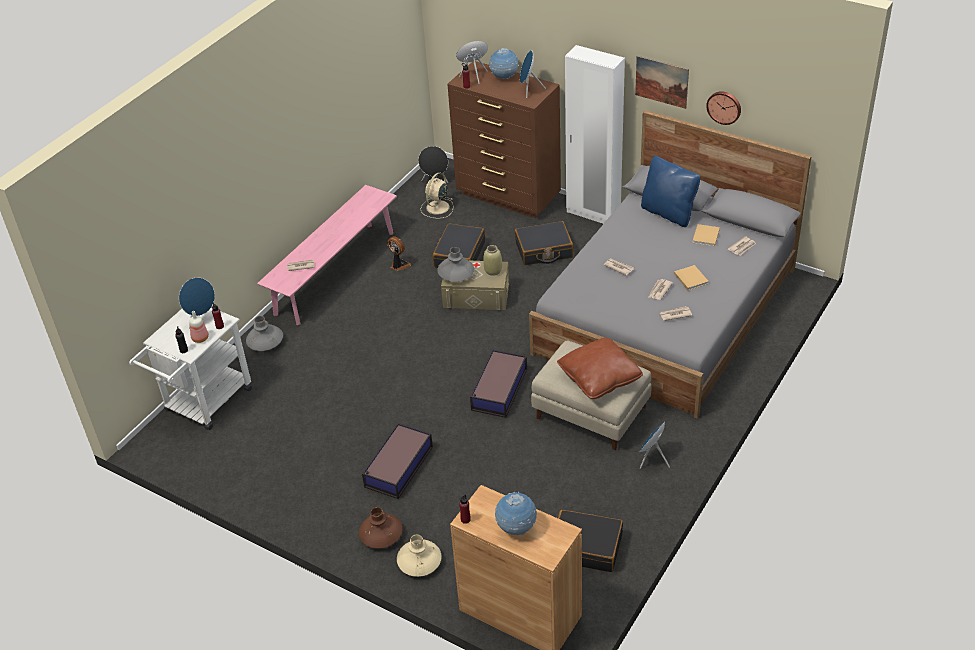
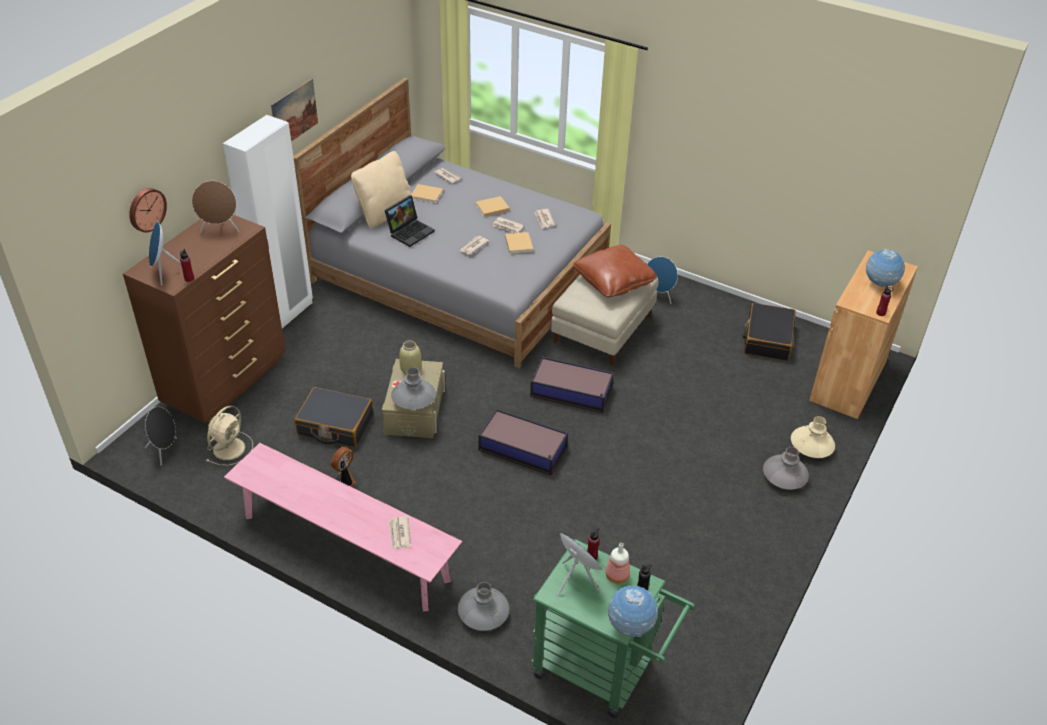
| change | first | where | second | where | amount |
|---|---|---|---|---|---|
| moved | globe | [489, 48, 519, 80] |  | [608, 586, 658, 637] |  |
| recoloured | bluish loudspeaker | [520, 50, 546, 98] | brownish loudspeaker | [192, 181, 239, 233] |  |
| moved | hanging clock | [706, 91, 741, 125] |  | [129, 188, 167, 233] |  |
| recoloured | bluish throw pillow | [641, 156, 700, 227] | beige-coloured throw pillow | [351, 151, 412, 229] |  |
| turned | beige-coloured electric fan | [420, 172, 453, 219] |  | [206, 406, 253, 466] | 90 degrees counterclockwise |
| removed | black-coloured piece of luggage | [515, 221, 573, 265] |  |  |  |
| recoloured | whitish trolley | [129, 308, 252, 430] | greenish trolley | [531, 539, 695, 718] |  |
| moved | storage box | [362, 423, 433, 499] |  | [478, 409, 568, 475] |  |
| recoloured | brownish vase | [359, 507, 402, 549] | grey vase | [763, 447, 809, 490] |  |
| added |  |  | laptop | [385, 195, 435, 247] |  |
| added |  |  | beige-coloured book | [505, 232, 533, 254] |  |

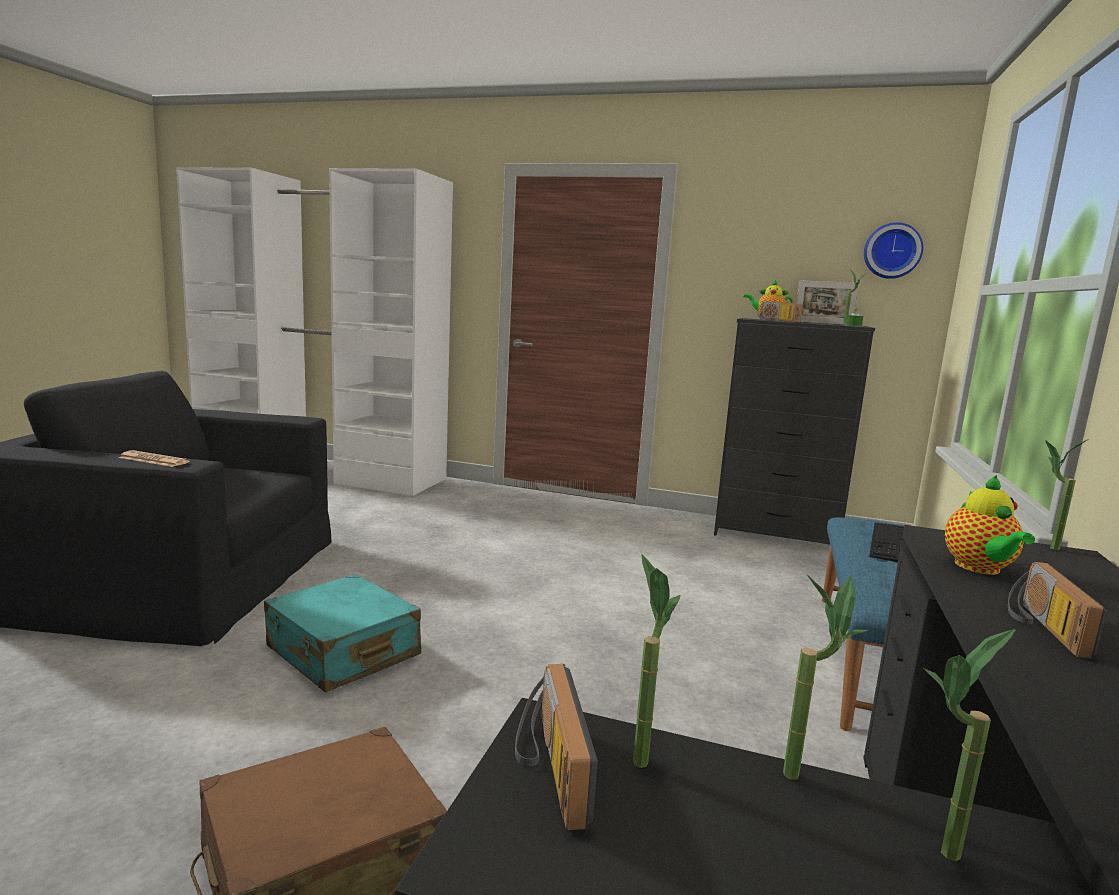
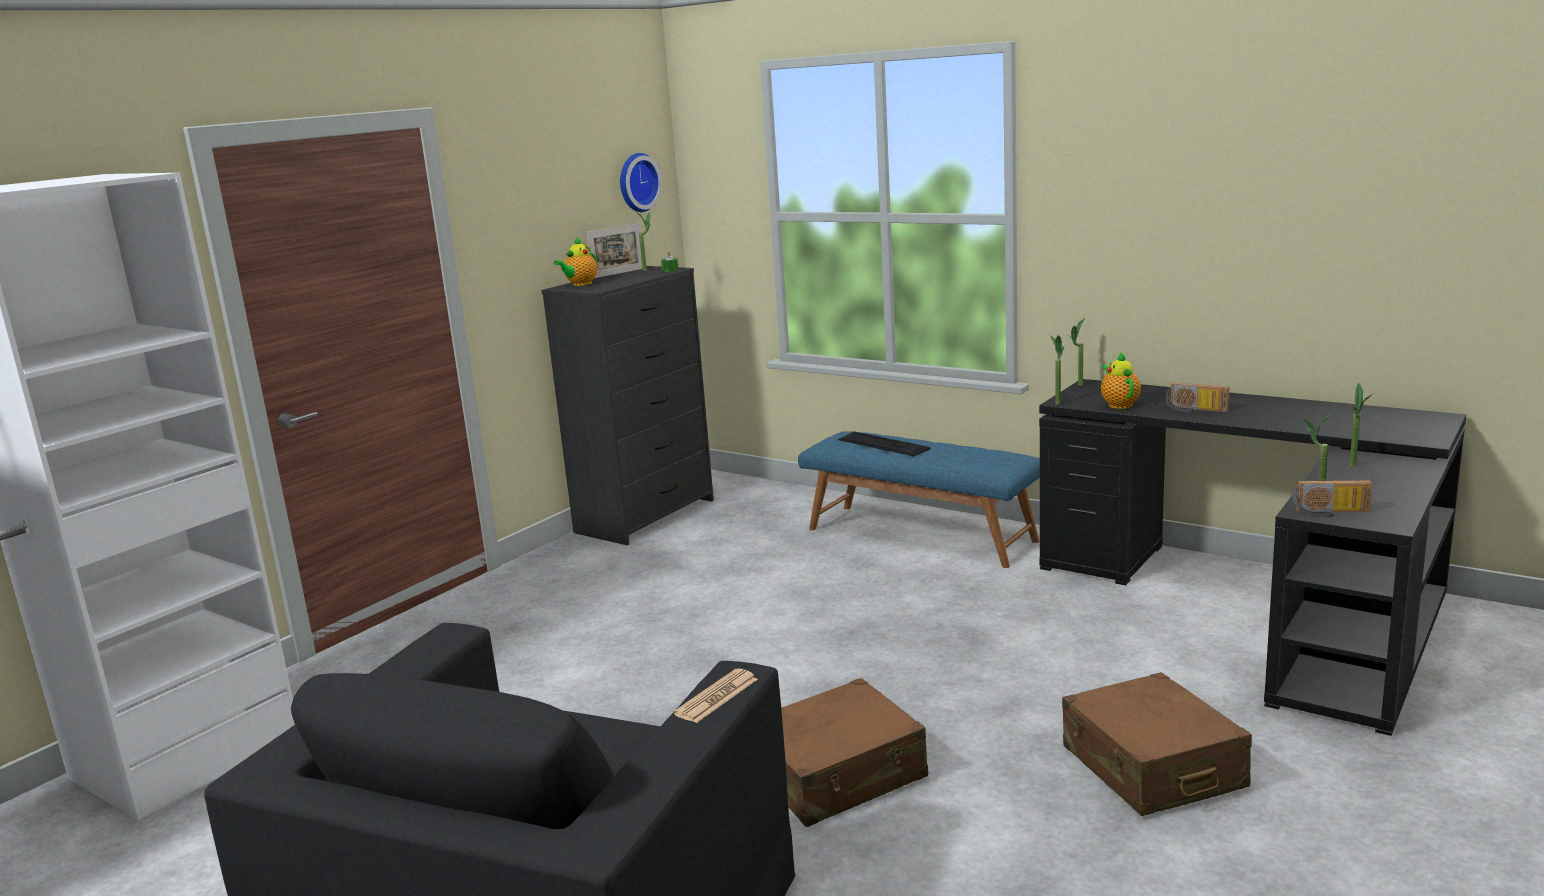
| change | first | where | second | where | amount |
|---|---|---|---|---|---|
| removed | radio receiver | [757, 302, 803, 322] |  |  |  |
| turned | tea pot | [945, 475, 1035, 575] |  | [1101, 352, 1141, 409] | 120 degrees counterclockwise |
| recoloured | turquoise-coloured piece of luggage | [264, 574, 421, 693] | brownish piece of luggage | [781, 678, 928, 827] |  |
| moved | plant in a pot | [783, 575, 868, 780] |  | [1050, 335, 1064, 404] |  |

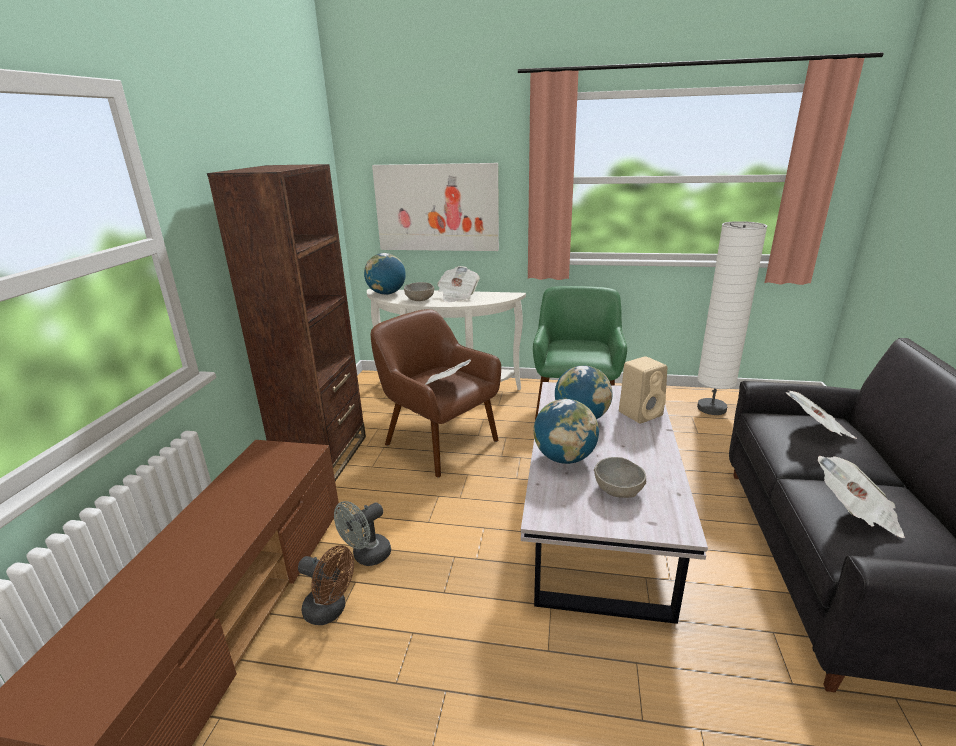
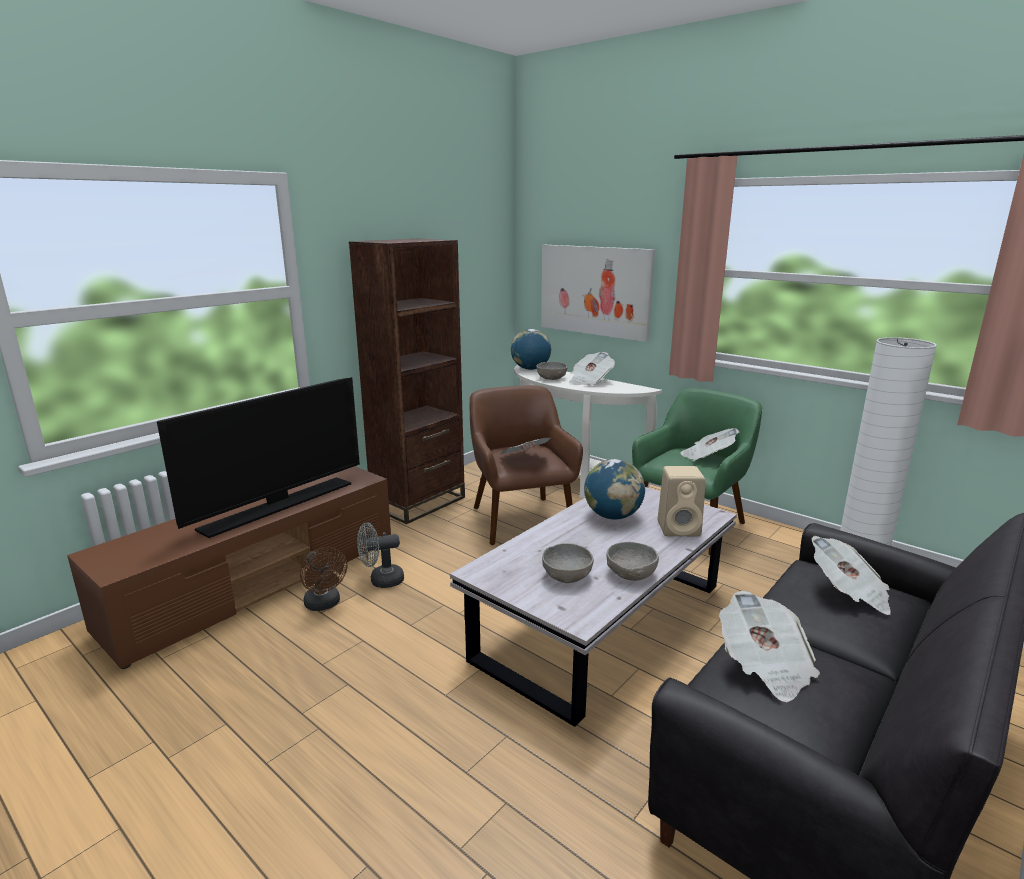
| change | first | where | second | where | amount |
|---|---|---|---|---|---|
| removed | globe | [534, 399, 599, 464] |  |  |  |
| added |  |  | television | [157, 377, 360, 538] |  |
| added |  |  | daily paper | [680, 428, 739, 461] |  |
| added |  |  | grey serving bowl | [607, 542, 659, 581] |  |

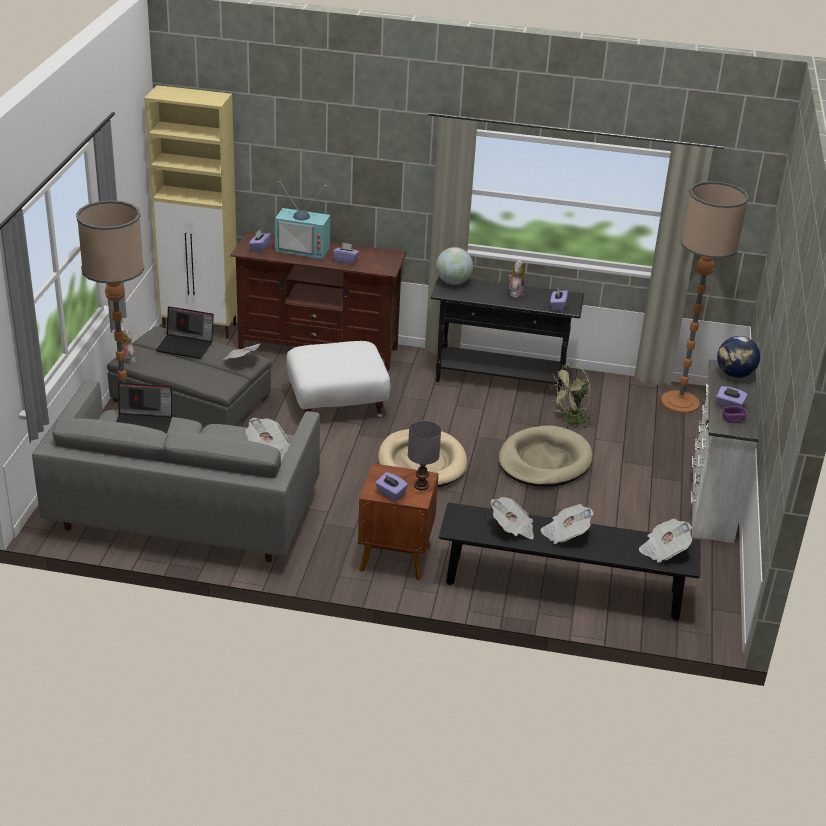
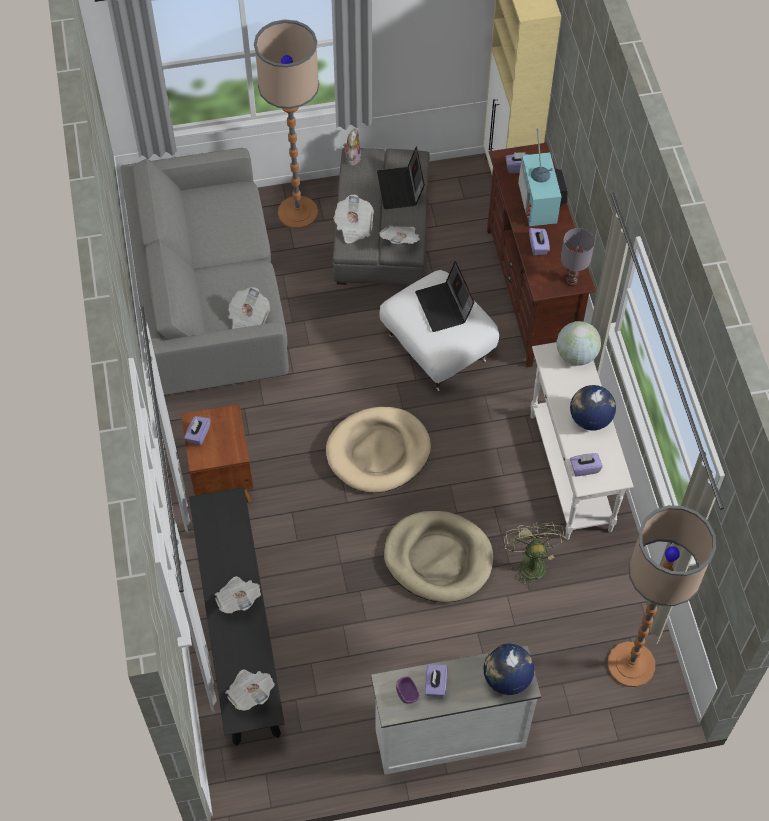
| change | first | where | second | where | amount |
|---|---|---|---|---|---|
| replaced | soft toy | [508, 259, 524, 298] | globe | [570, 385, 616, 431] |  |
| recoloured | black-coloured hall table | [431, 276, 584, 398] | whitish hall table | [530, 342, 634, 540] |  |
| turned | greenish electric fan | [550, 364, 594, 428] |  | [504, 522, 565, 588] | 45 degrees clockwise |
| moved | laptop | [116, 383, 172, 434] |  | [415, 261, 475, 332] |  |
| moved | grey tabletop lamp | [408, 421, 441, 490] |  | [560, 228, 595, 286] |  |
| moved | daily paper | [491, 497, 534, 539] |  | [334, 195, 374, 244] |  |

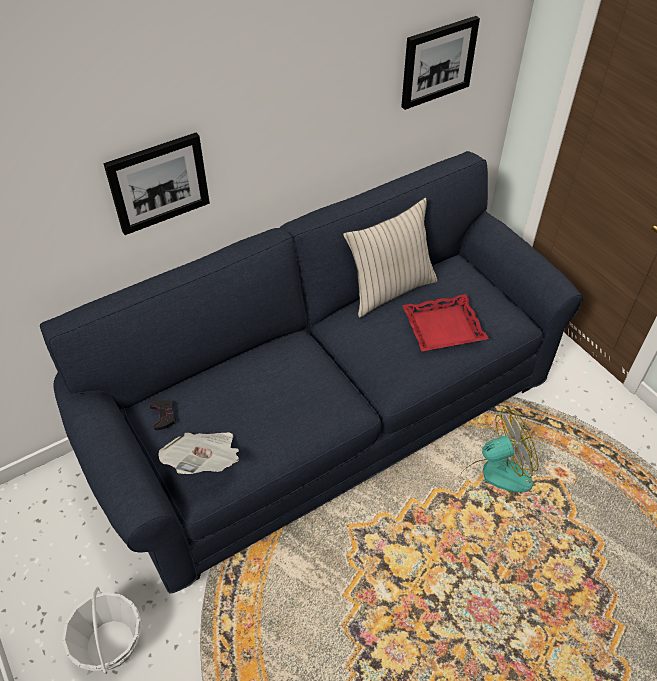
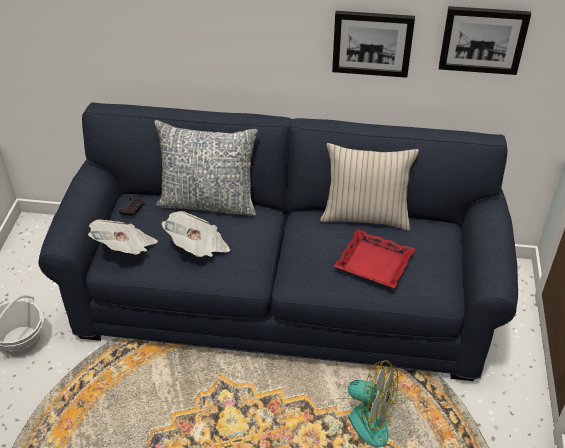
| change | first | where | second | where | amount |
|---|---|---|---|---|---|
| moved | wall picture | [103, 133, 210, 235] |  | [332, 11, 415, 78] |  |
| added |  |  | throw pillow | [155, 120, 258, 216] |  |
| added |  |  | daily paper | [162, 211, 230, 257] |  |

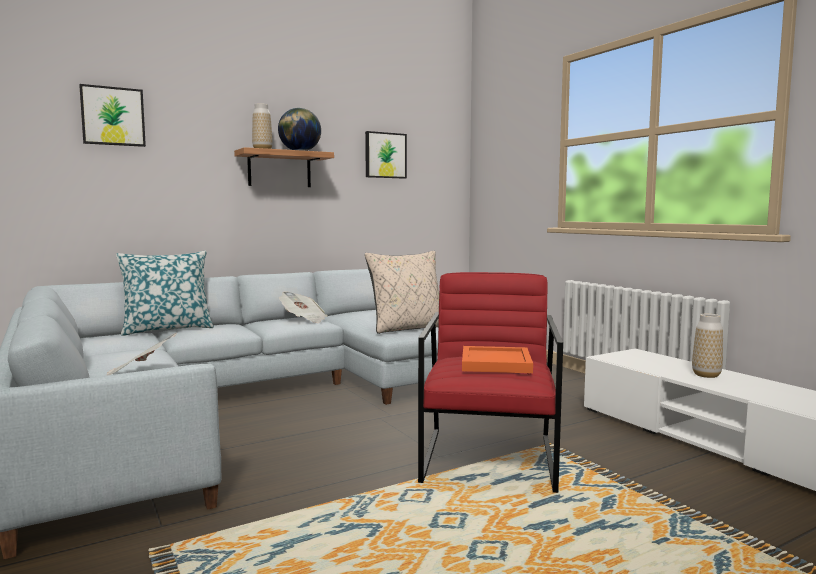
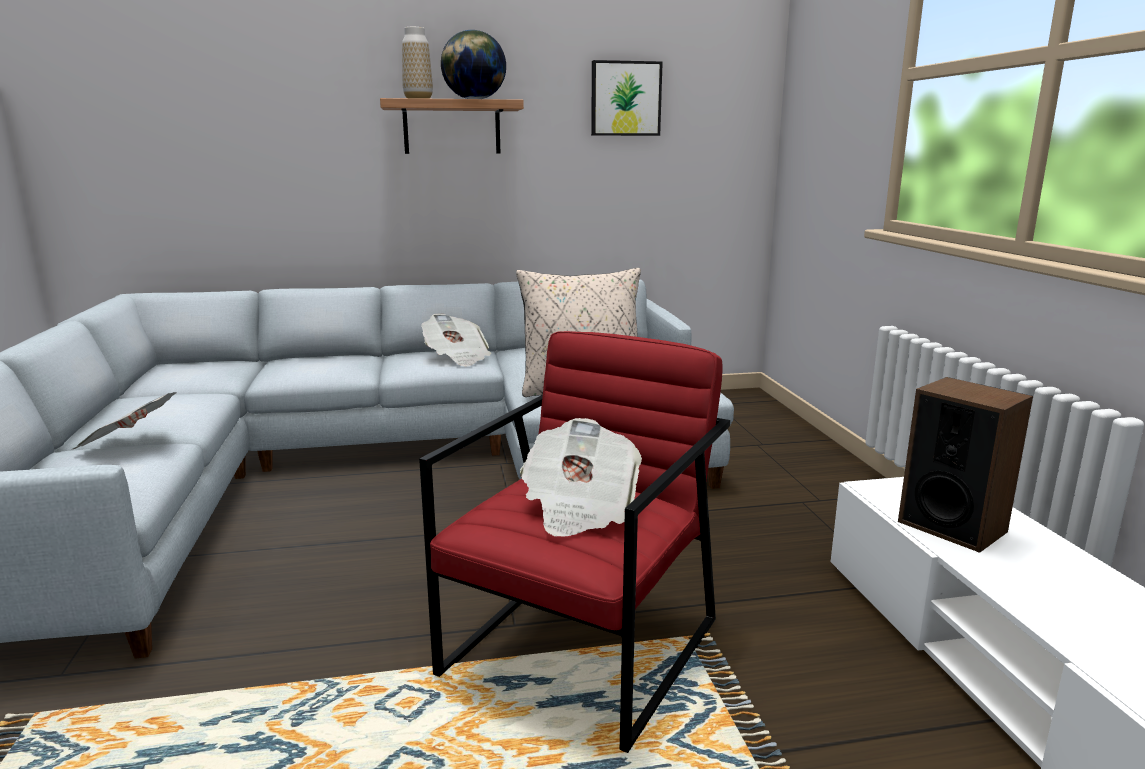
| change | first | where | second | where | amount |
|---|---|---|---|---|---|
| removed | wall picture | [79, 84, 146, 147] |  |  |  |
| removed | throw pillow | [116, 251, 214, 336] |  |  |  |
| removed | vase | [692, 314, 723, 378] |  |  |  |
| replaced | orangey serving tray | [462, 346, 533, 373] | daily paper | [520, 418, 642, 537] |  |
| added |  |  | loudspeaker | [898, 377, 1033, 553] |  |

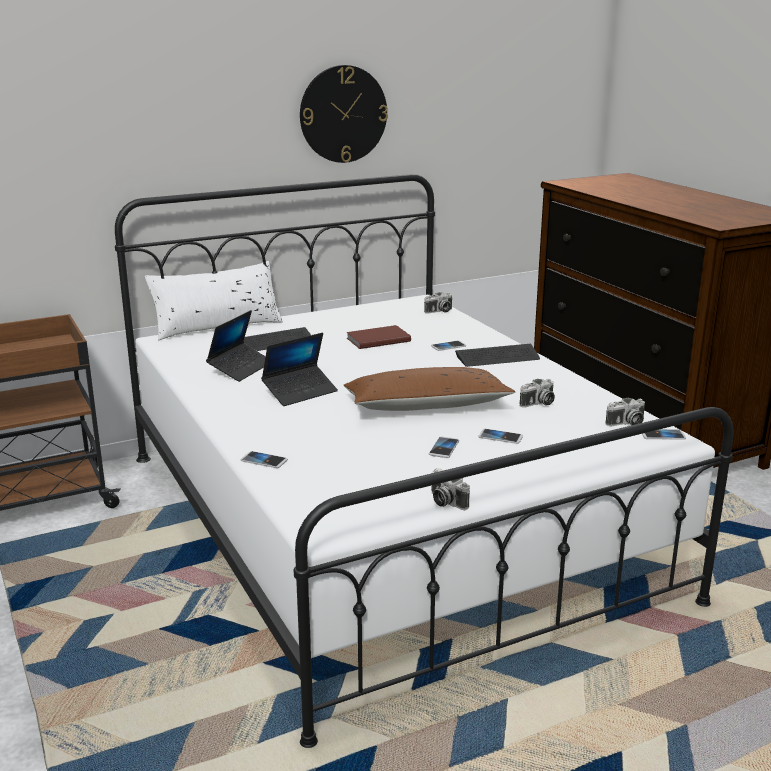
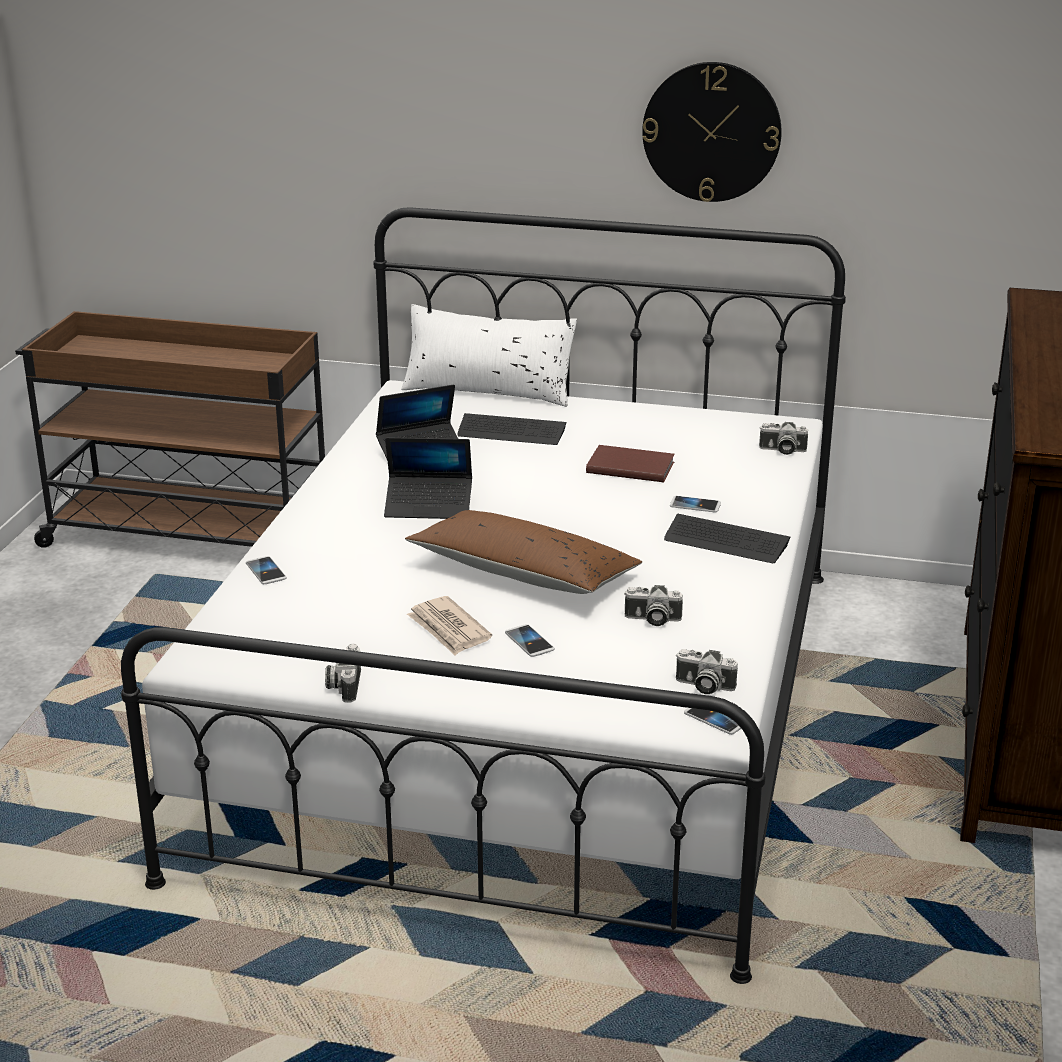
| change | first | where | second | where | amount |
|---|---|---|---|---|---|
| replaced | telephone | [429, 437, 459, 458] | daily paper | [407, 596, 492, 656] |  |

